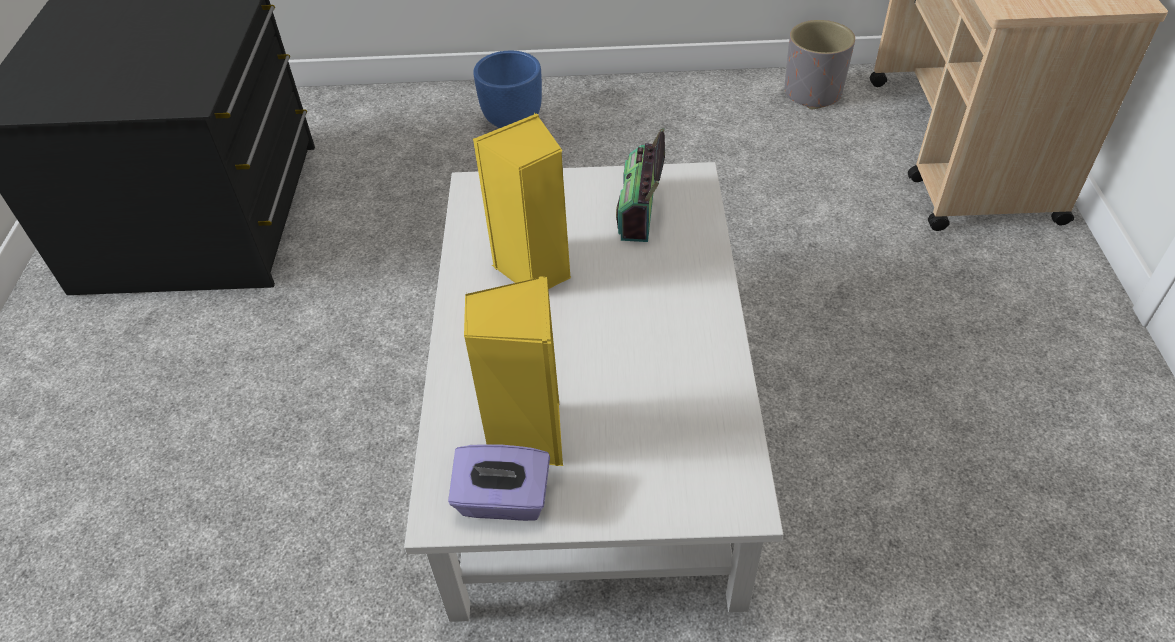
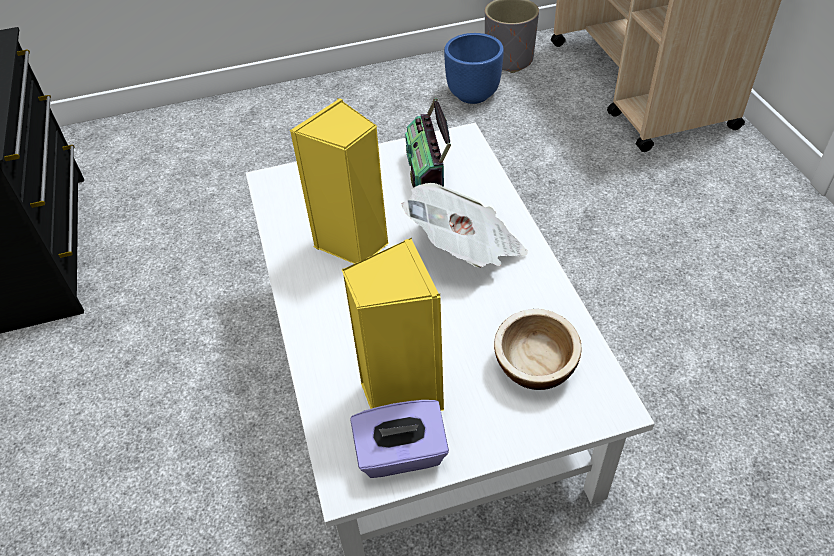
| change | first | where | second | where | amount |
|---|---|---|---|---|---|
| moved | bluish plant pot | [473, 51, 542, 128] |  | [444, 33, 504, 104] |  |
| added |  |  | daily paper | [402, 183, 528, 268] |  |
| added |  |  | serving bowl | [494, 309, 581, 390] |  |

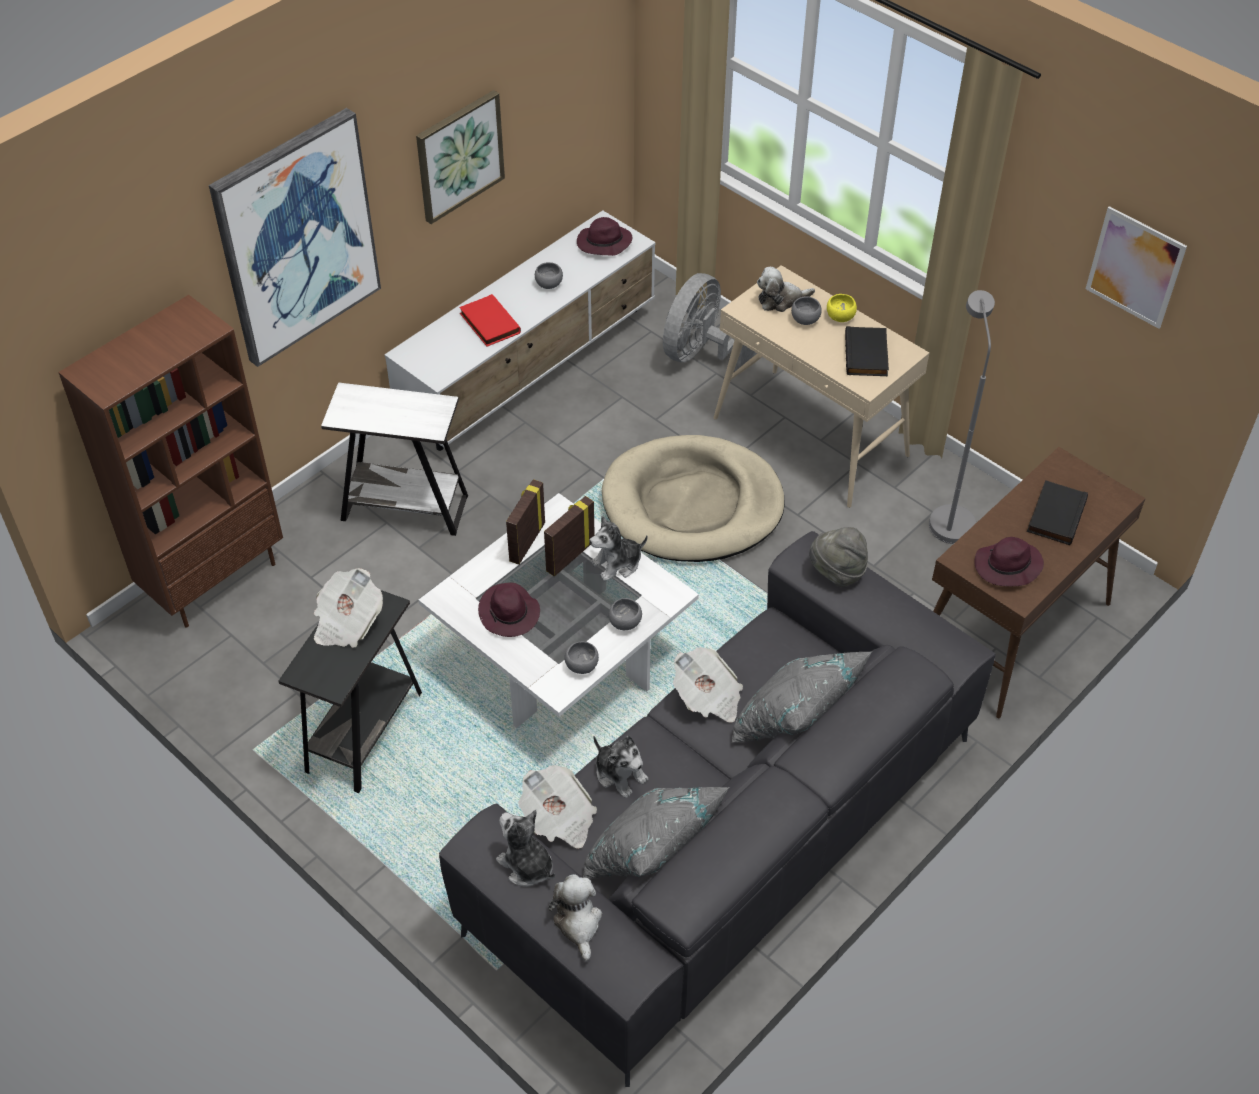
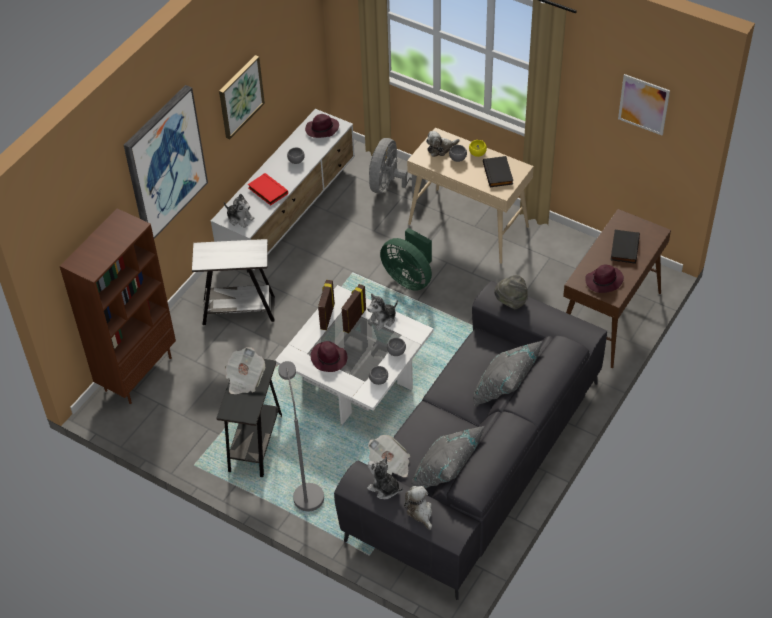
| change | first | where | second | where | amount |
|---|---|---|---|---|---|
| moved | grey standing lamp | [929, 290, 995, 544] |  | [278, 361, 324, 512] |  |
| replaced | beige-coloured dog bed | [602, 435, 785, 562] | greenish electric fan | [380, 228, 432, 291] |  |
| removed | daily paper | [673, 647, 743, 723] |  |  |  |
| moved | soft toy | [594, 736, 648, 798] |  | [224, 194, 255, 228] |  |

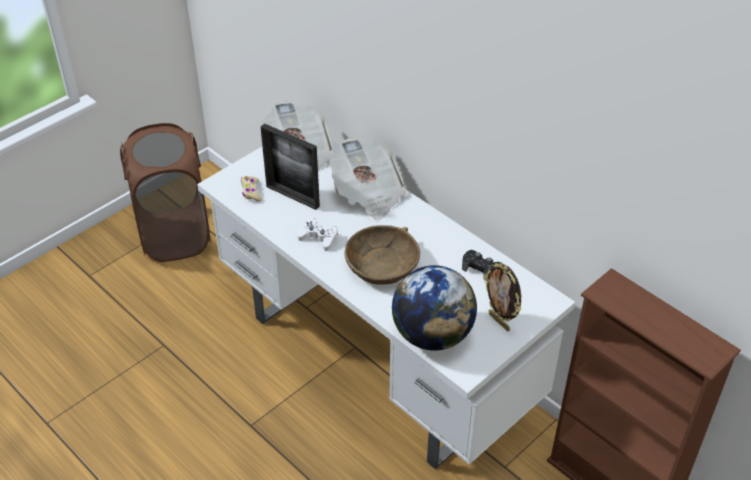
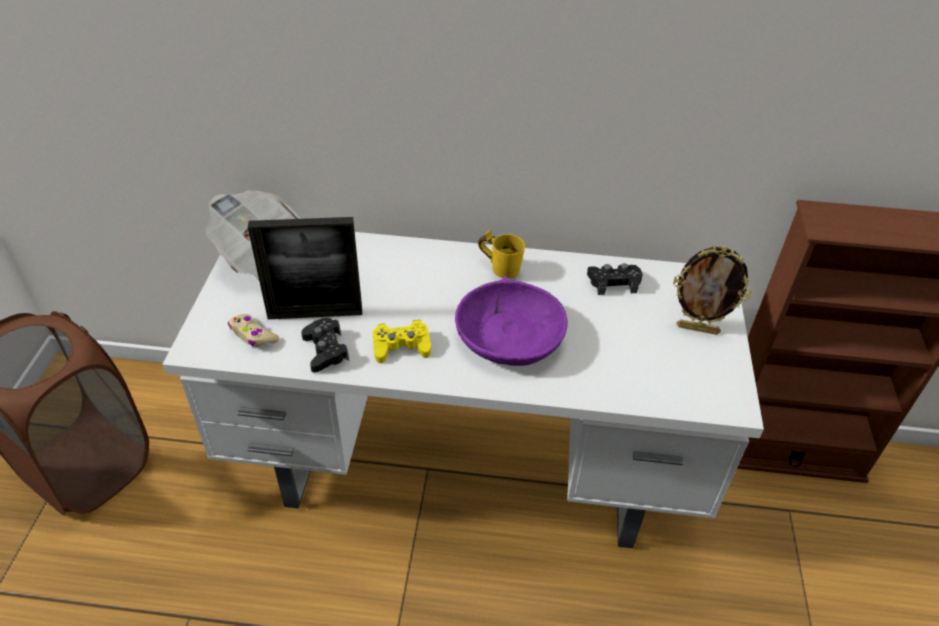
| change | first | where | second | where | amount |
|---|---|---|---|---|---|
| removed | daily paper | [329, 138, 406, 220] |  |  |  |
| recoloured | whitish game controller | [298, 218, 338, 251] | yellow game controller | [373, 320, 431, 363] |  |
| recoloured | brownish serving bowl | [345, 225, 420, 285] | purplish serving bowl | [455, 276, 568, 366] |  |
| removed | globe | [392, 265, 477, 351] |  |  |  |
| added |  |  | yellow tea mug | [478, 230, 525, 279] |  |
| added |  |  | black-coloured game controller | [301, 318, 349, 372] |  |

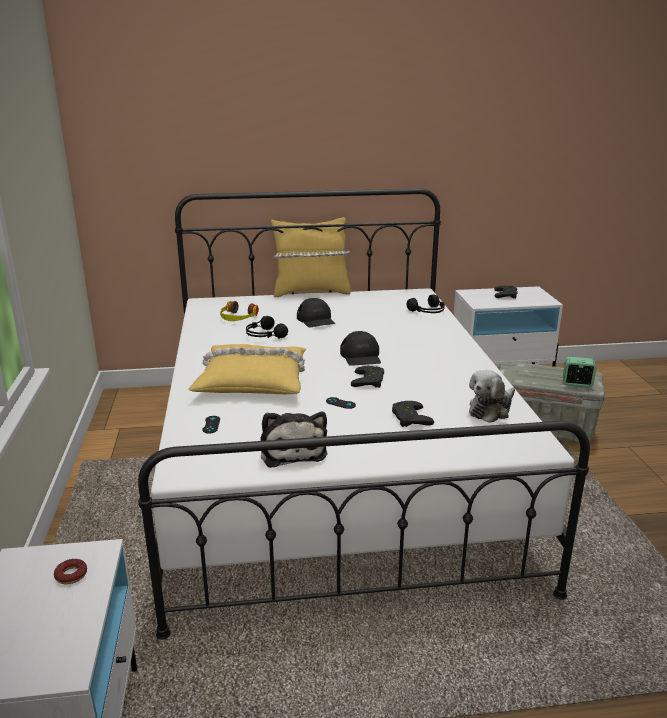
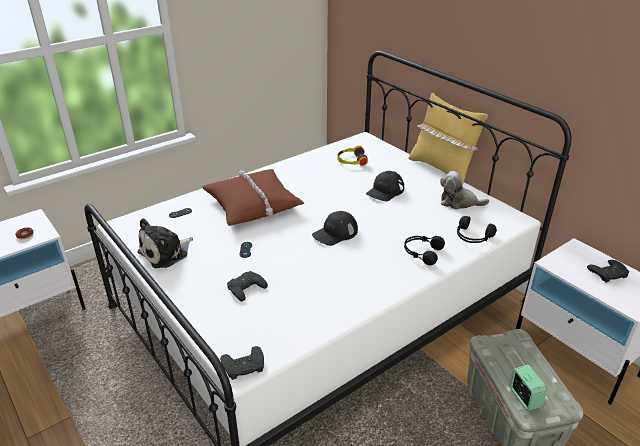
| change | first | where | second | where | amount |
|---|---|---|---|---|---|
| moved | black-coloured pair of headphones | [246, 316, 288, 339] |  | [404, 236, 445, 265] |  |
| recoloured | yellow throw pillow | [188, 344, 306, 394] | brownish throw pillow | [202, 169, 304, 226] |  |
| moved | black-coloured game controller | [351, 366, 384, 388] |  | [220, 346, 264, 380] |  |
| moved | soft toy | [469, 370, 515, 423] |  | [440, 171, 489, 210] |  |

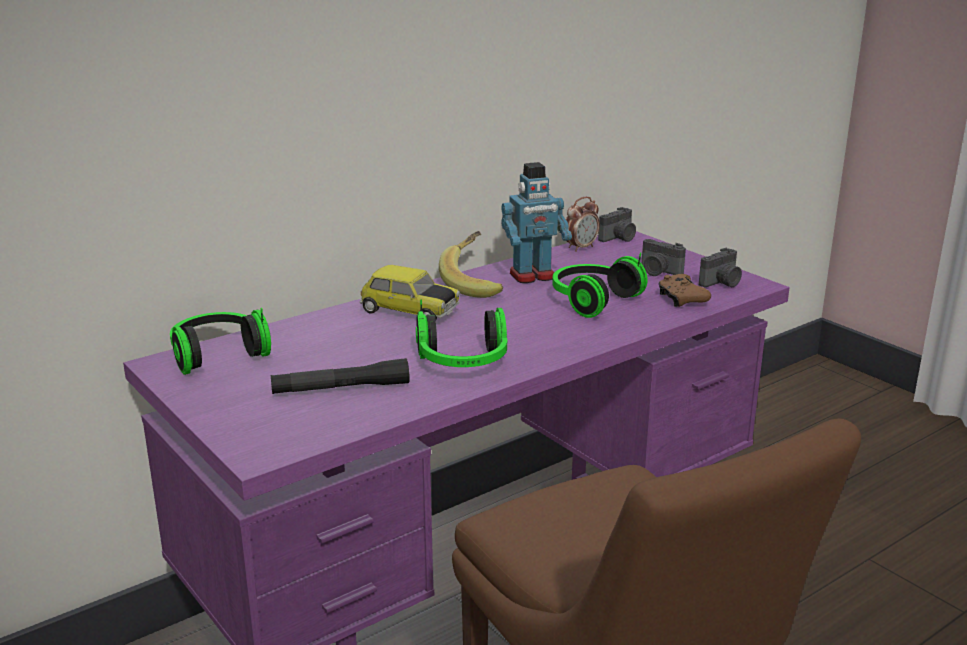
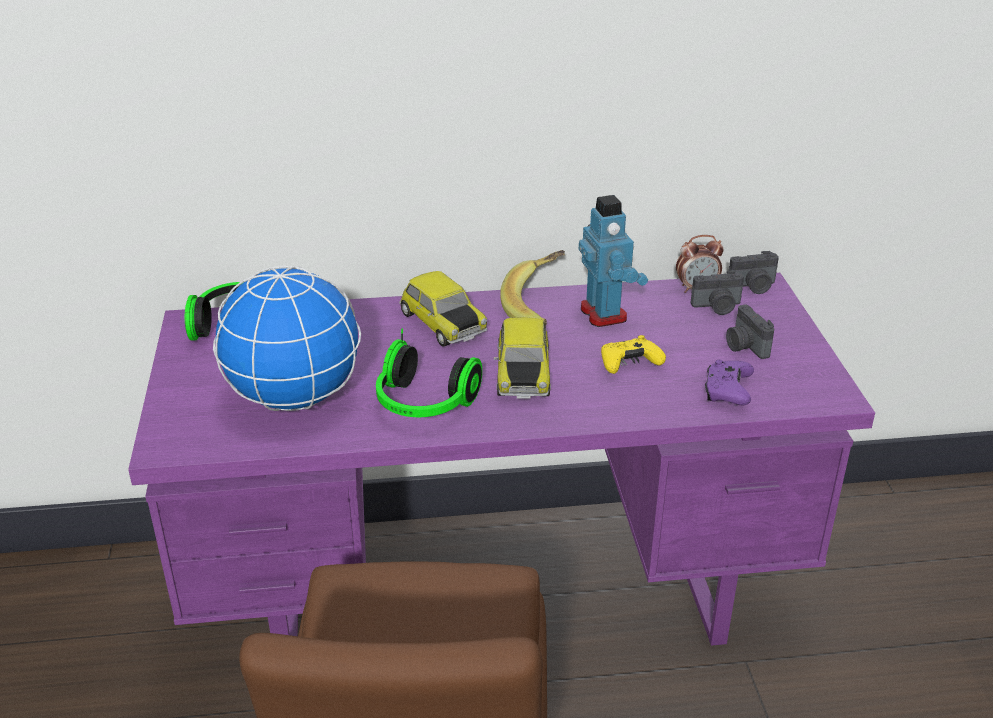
| change | first | where | second | where | amount |
|---|---|---|---|---|---|
| turned | model robot | [502, 162, 572, 283] |  | [579, 195, 648, 327] | 120 degrees counterclockwise |
| moved | still camera | [699, 248, 742, 288] |  | [691, 271, 744, 315] |  |
| replaced | pair of headphones | [552, 253, 648, 318] | yellow game controller | [601, 335, 666, 374] |  |
| recoloured | brownish game controller | [658, 274, 711, 307] | purplish game controller | [705, 359, 754, 405] |  |
| replaced | black-coloured torch | [271, 358, 410, 394] | globe | [213, 266, 361, 411] |  |
| added |  |  | miniature car | [494, 317, 551, 399] |  |

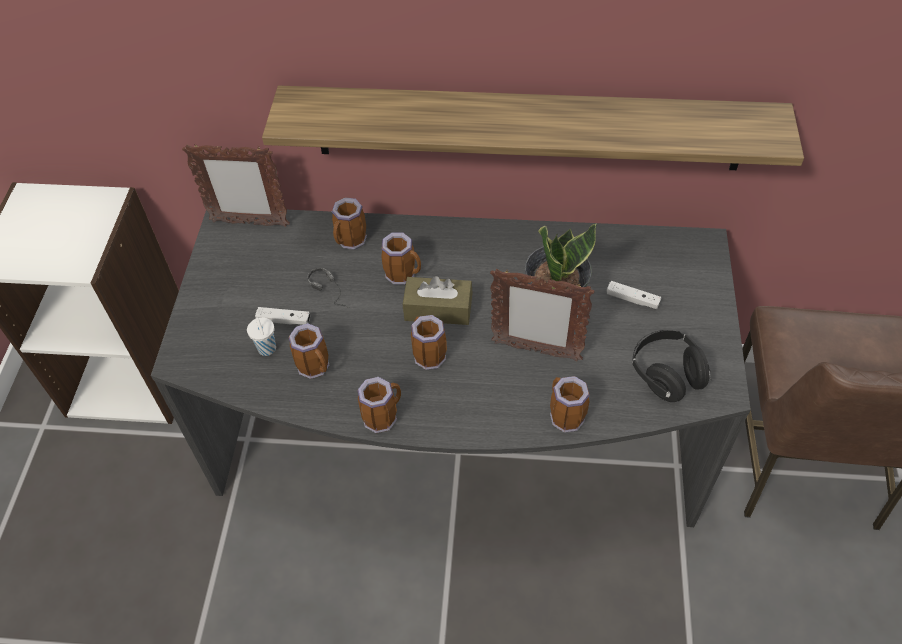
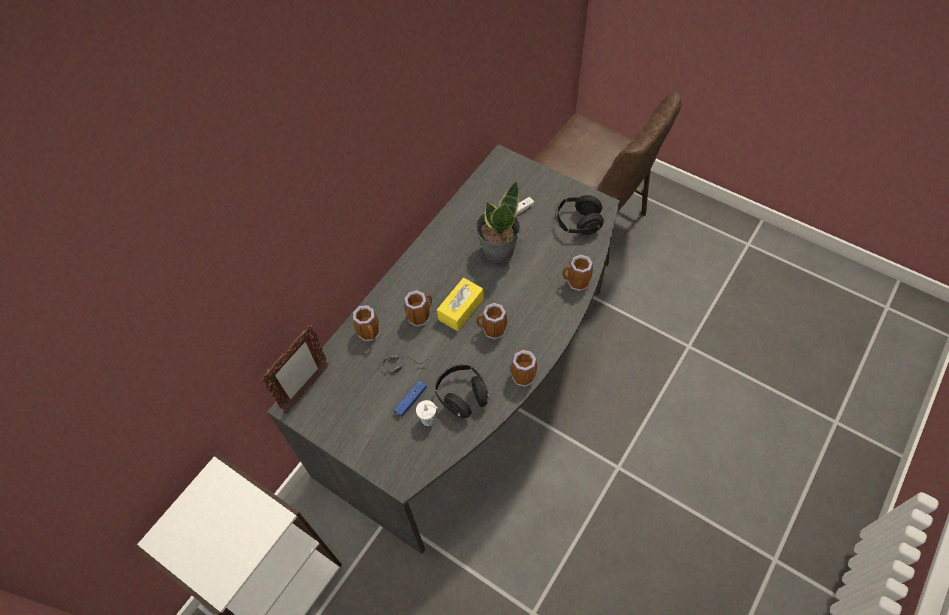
| change | first | where | second | where | amount |
|---|---|---|---|---|---|
| removed | bracket shelf | [262, 86, 804, 170] |  |  |  |
| removed | photo frame | [490, 269, 594, 361] |  |  |  |
| recoloured | brownish tissue box | [403, 276, 473, 325] | yellow tissue box | [437, 278, 484, 331] |  |
| recoloured | whitish game controller | [255, 307, 310, 325] | bluish game controller | [394, 381, 427, 417] |  |
| replaced | tea mug | [288, 323, 329, 379] | black-coloured pair of headphones | [435, 365, 490, 418] |  |

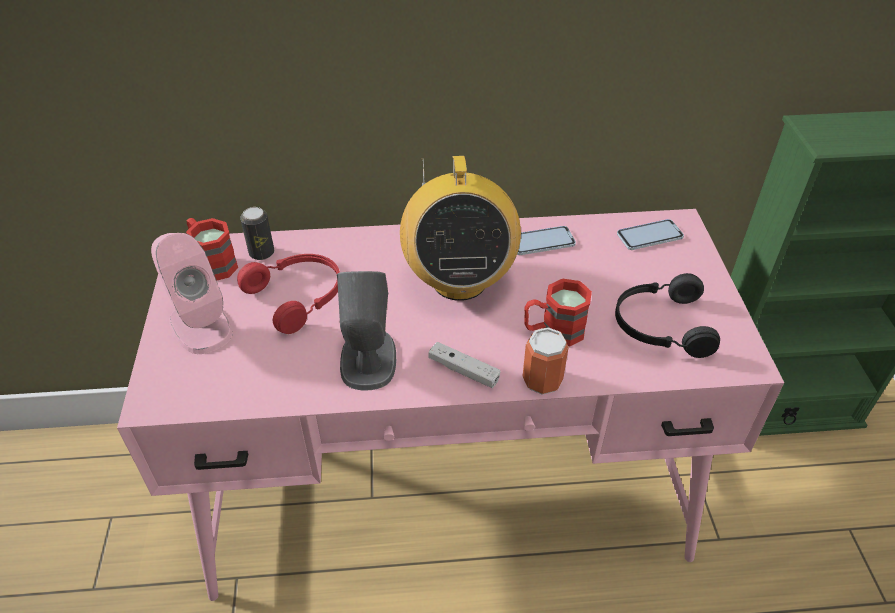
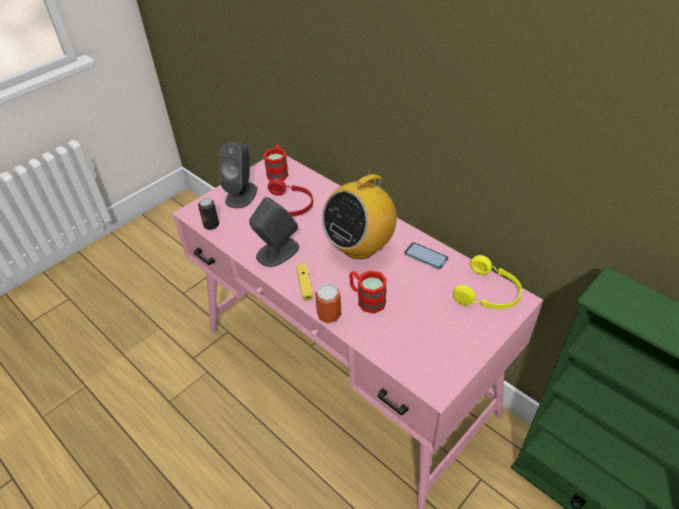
| change | first | where | second | where | amount |
|---|---|---|---|---|---|
| moved | metal can | [240, 207, 274, 260] |  | [198, 198, 219, 230] |  |
| replaced | telephone | [617, 219, 684, 250] | yellow pair of headphones | [453, 255, 522, 309] |  |
| recoloured | pink-coloured loudspeaker | [151, 233, 233, 354] | grey loudspeaker | [219, 143, 257, 208] |  |
| removed | black-coloured pair of headphones | [615, 273, 720, 358] |  |  |  |
| recoloured | whitish game controller | [429, 342, 500, 388] | yellow game controller | [297, 263, 313, 301] |  |

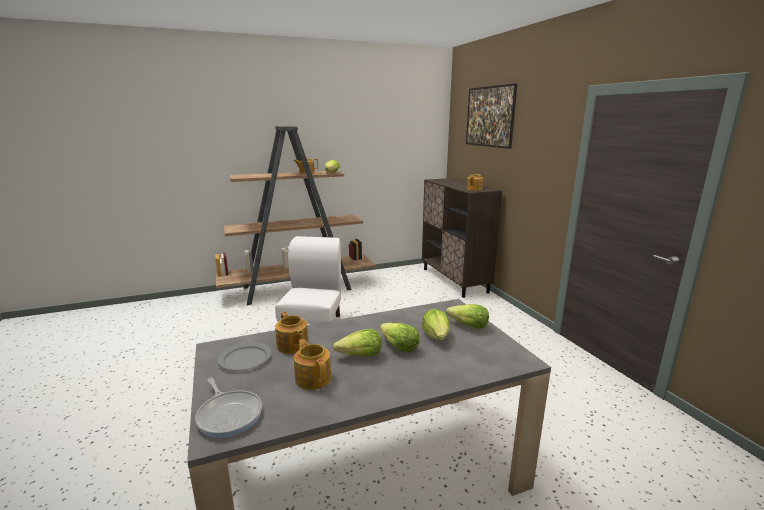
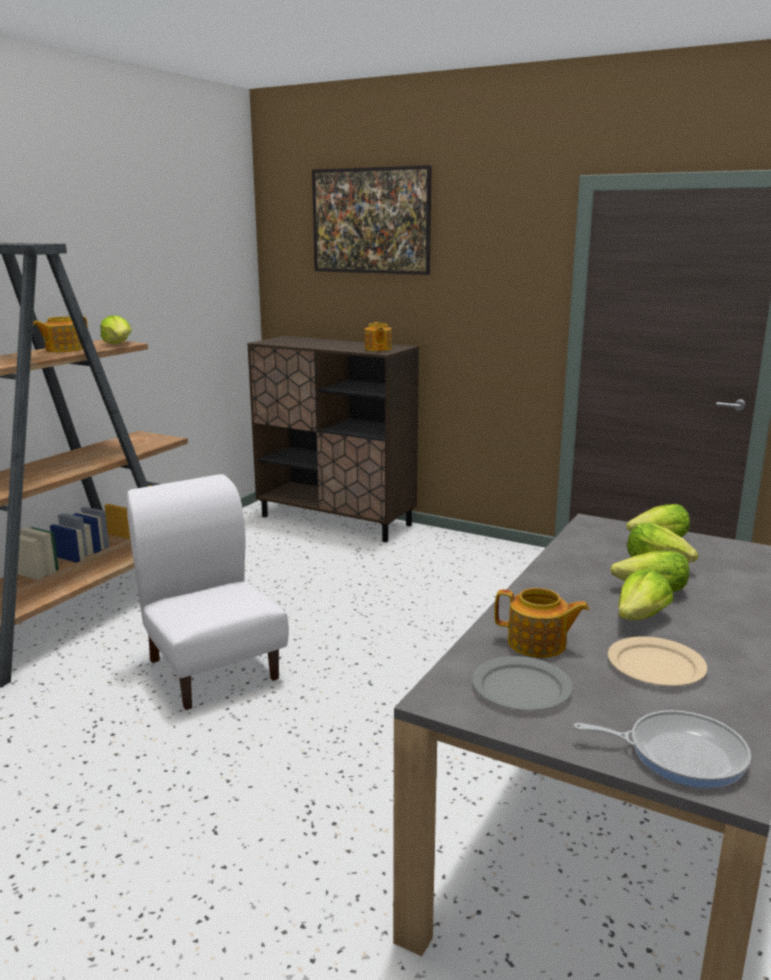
| change | first | where | second | where | amount |
|---|---|---|---|---|---|
| replaced | tea pot | [294, 339, 331, 390] | beige-coloured dinner plate | [608, 636, 707, 686] |  |

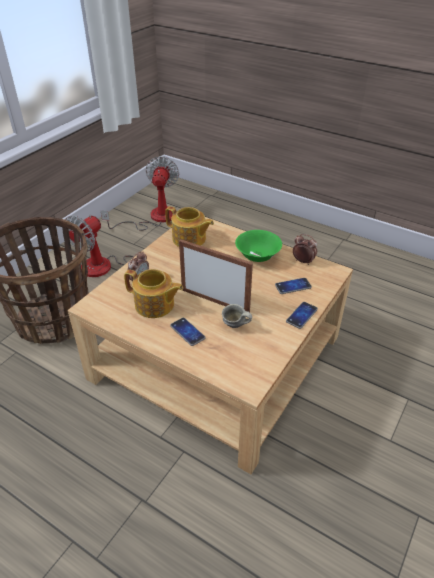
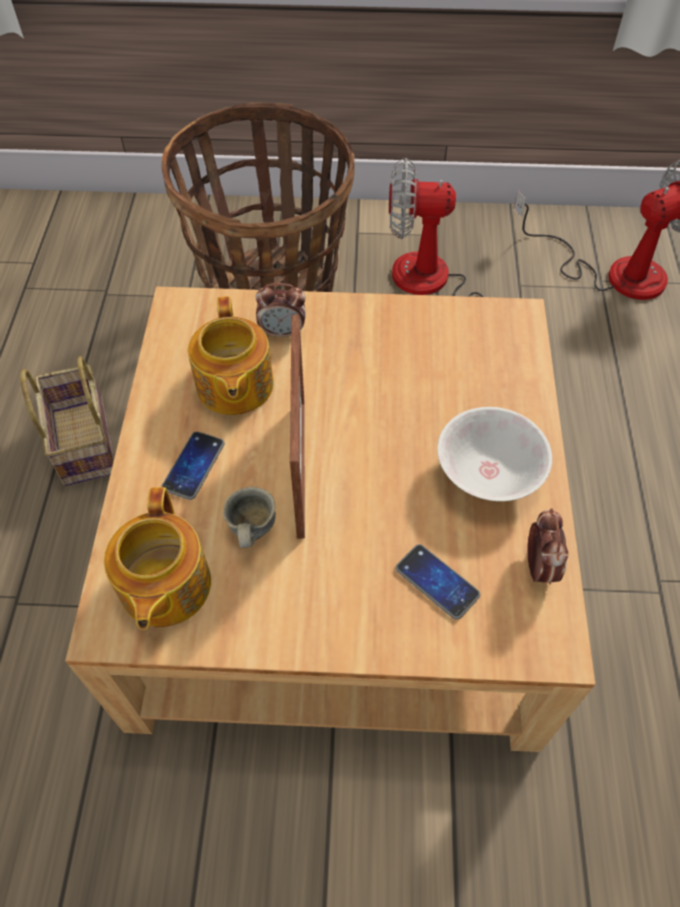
| change | first | where | second | where | amount |
|---|---|---|---|---|---|
| moved | tea pot | [165, 206, 214, 247] |  | [104, 487, 211, 630] |  |
| recoloured | greenish serving bowl | [235, 230, 282, 262] | whitish serving bowl | [437, 407, 552, 501] |  |
| removed | telephone | [286, 302, 318, 329] |  |  |  |
| added |  |  | basket | [20, 356, 114, 486] |  |

